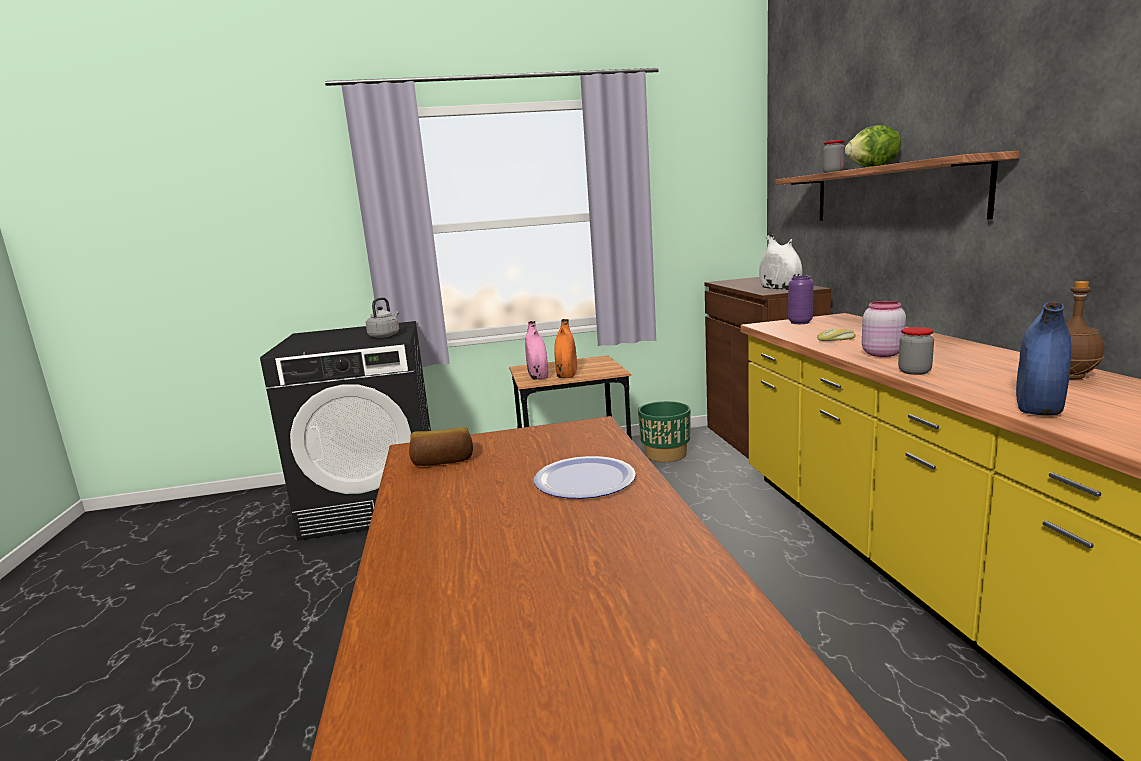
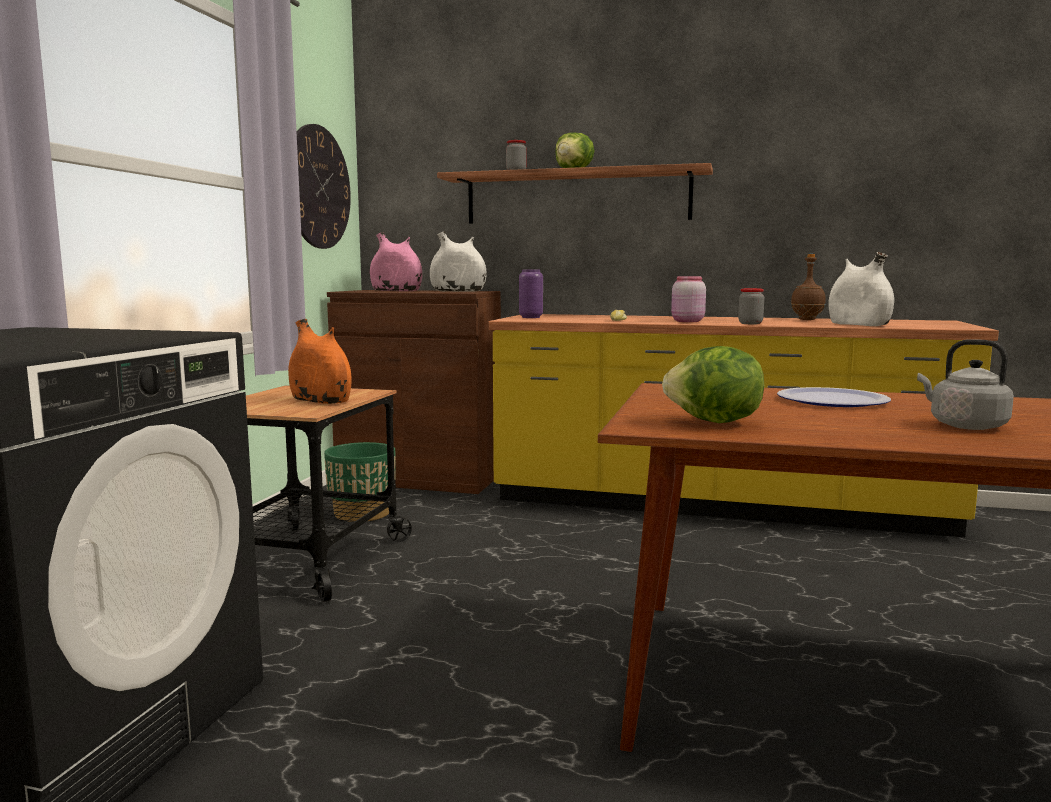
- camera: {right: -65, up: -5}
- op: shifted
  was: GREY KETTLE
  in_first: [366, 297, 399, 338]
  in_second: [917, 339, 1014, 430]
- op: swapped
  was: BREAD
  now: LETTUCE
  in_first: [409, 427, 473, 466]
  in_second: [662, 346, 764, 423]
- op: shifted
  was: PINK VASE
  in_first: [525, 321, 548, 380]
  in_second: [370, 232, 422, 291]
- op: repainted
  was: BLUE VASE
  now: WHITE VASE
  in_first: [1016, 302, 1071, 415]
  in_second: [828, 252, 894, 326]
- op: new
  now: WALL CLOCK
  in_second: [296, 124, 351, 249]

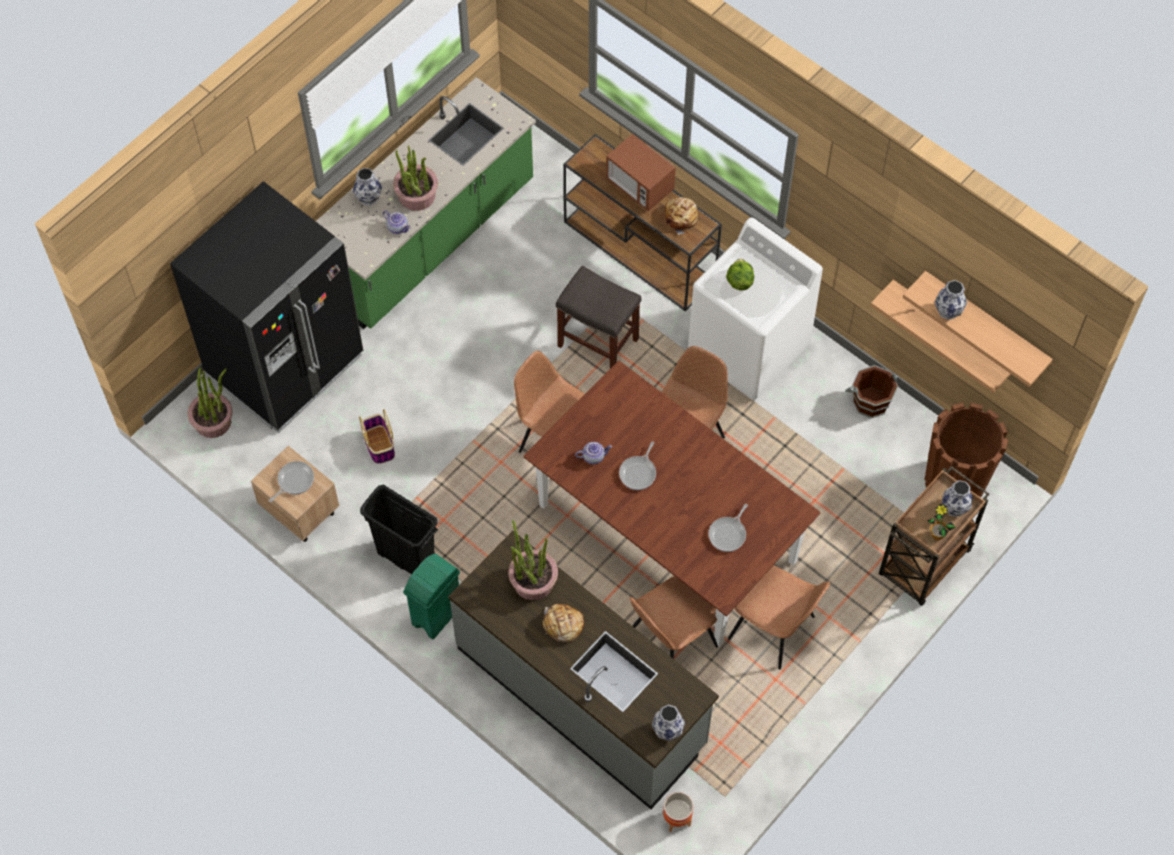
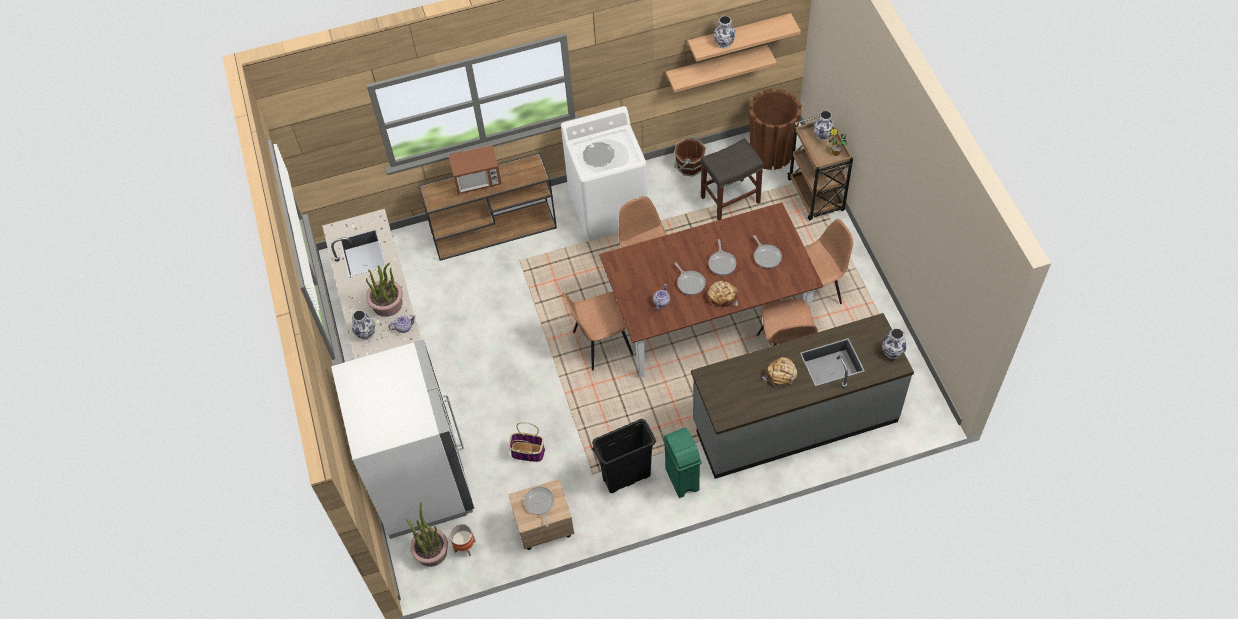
- camera: {right: -55, up: -5}
- op: repainted
  was: BLACK FRIDGE
  now: WHITE FRIDGE
  in_first: [170, 181, 363, 434]
  in_second: [331, 340, 474, 539]
- op: gone
  was: POTTED PLANT
  in_first: [508, 520, 558, 600]
- op: shifted
  was: GREY STOOL
  in_first: [556, 266, 641, 368]
  in_second: [701, 138, 764, 220]
- op: shifted
  was: PLANTER
  in_first: [663, 792, 693, 832]
  in_second: [449, 524, 476, 556]
- op: shifted
  was: BREAD
  in_first: [665, 197, 699, 235]
  in_second: [707, 281, 738, 308]
- op: swapped
  was: LETTUCE
  now: PLATE
  in_first: [726, 259, 754, 291]
  in_second: [583, 142, 614, 167]
- op: new
  now: FRYING PAN
  in_second: [708, 239, 736, 275]

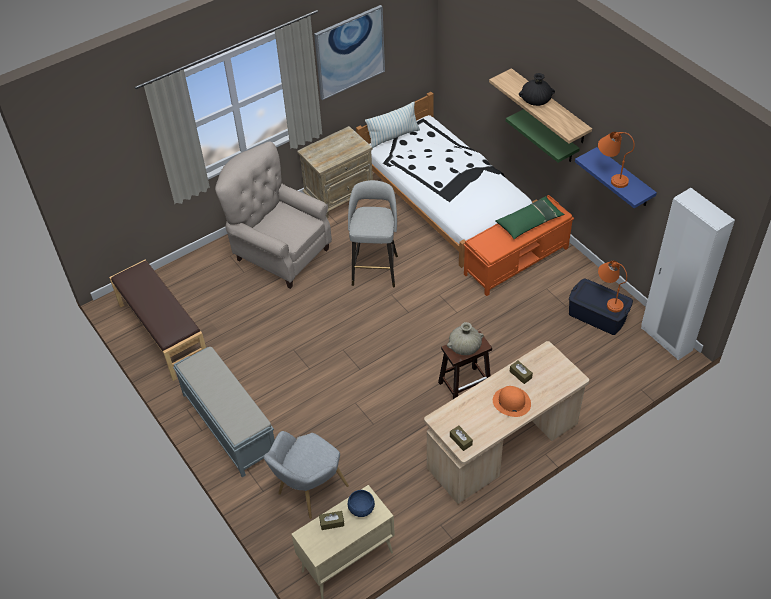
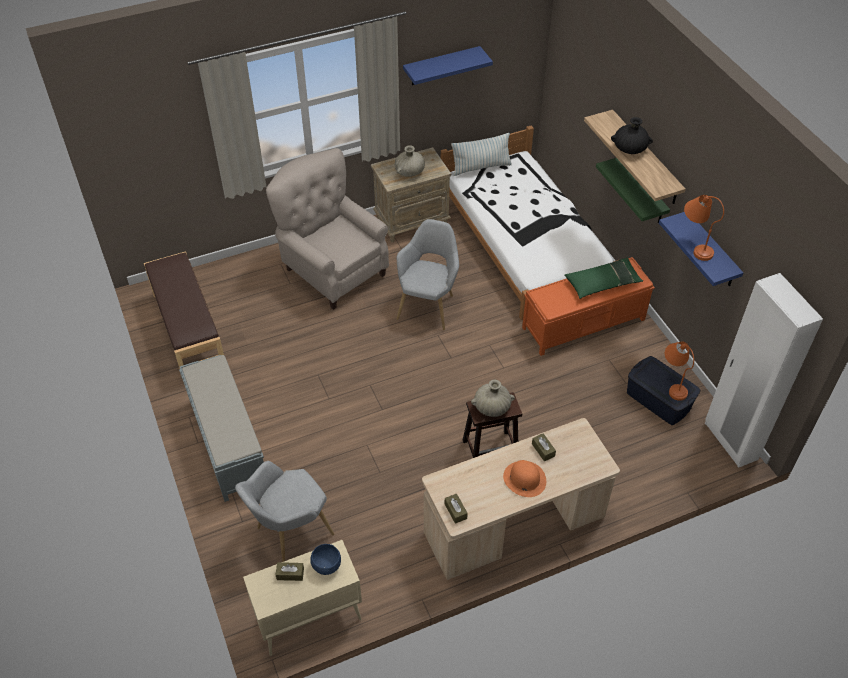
- camera: {right: 10, up: 0}
- op: swapped
  was: PICTURE
  now: BLUE SHELF
  in_first: [314, 5, 385, 100]
  in_second: [403, 46, 493, 85]
- op: swapped
  was: GREY STOOL
  now: GREY ARMCHAIR
  in_first: [348, 180, 398, 287]
  in_second: [397, 219, 459, 330]
- op: new
  now: BEIGE VASE
  in_second: [395, 145, 425, 177]

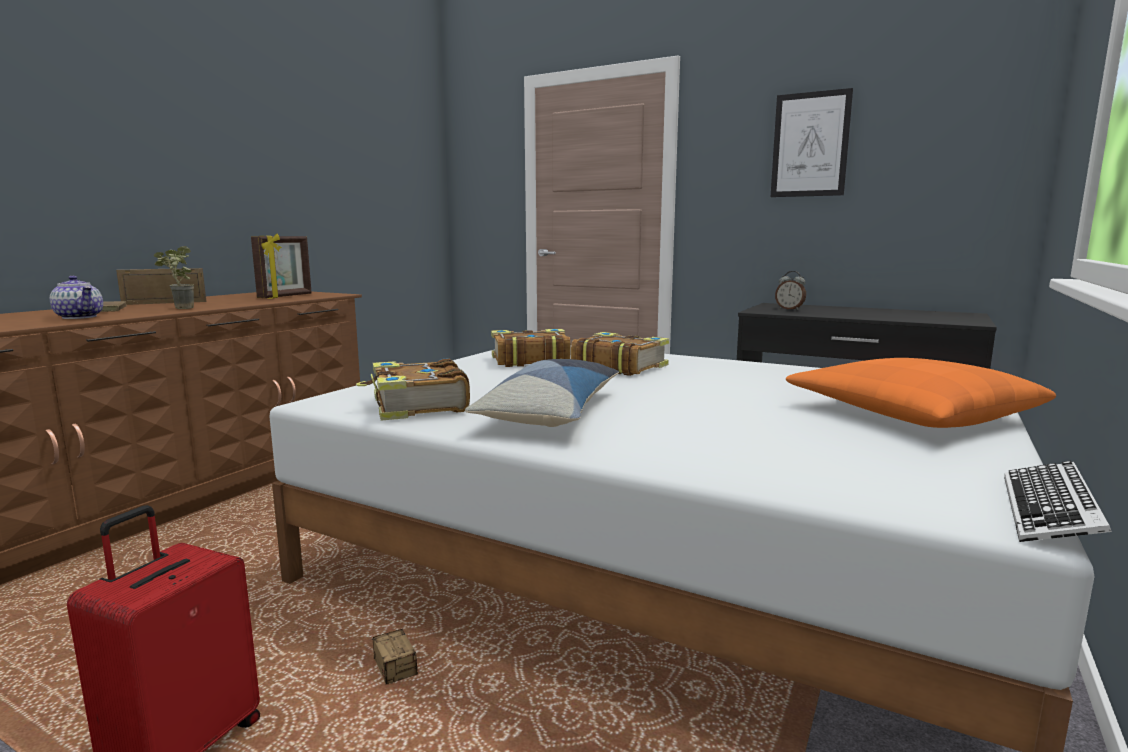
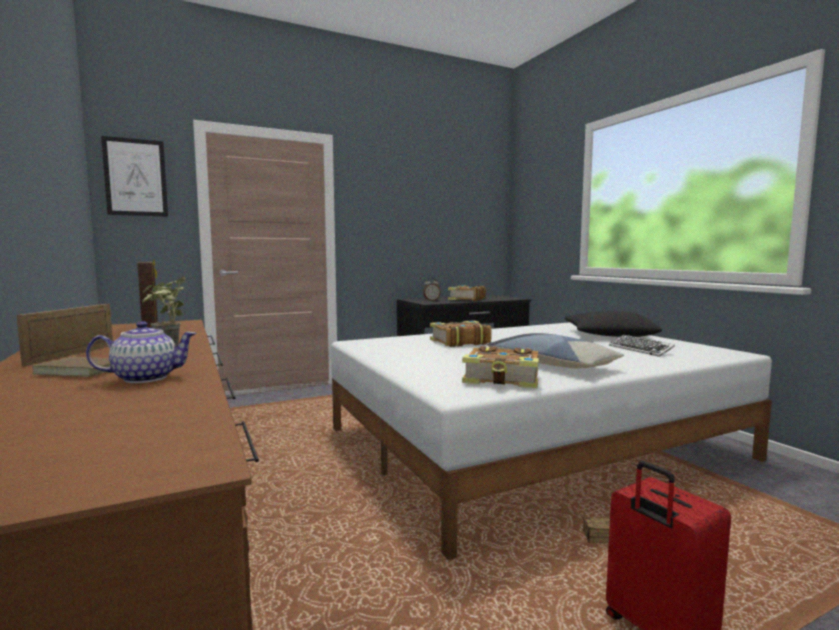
- camera: {right: -55, up: -5}
- op: shifted
  was: BOOK
  in_first: [491, 329, 571, 367]
  in_second: [448, 285, 486, 301]
- op: shifted
  was: PICTURE
  in_first: [771, 88, 853, 197]
  in_second: [101, 136, 168, 217]
- op: repainted
  was: ORANGE PILLOW
  now: BLACK PILLOW
  in_first: [786, 358, 1056, 428]
  in_second: [565, 311, 662, 337]
- op: shifted
  was: KEYBOARD
  in_first: [1004, 461, 1112, 542]
  in_second: [609, 335, 675, 357]

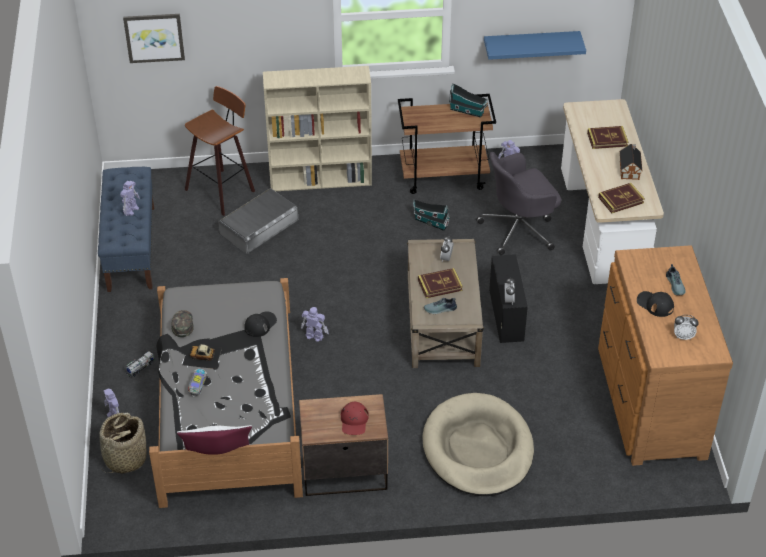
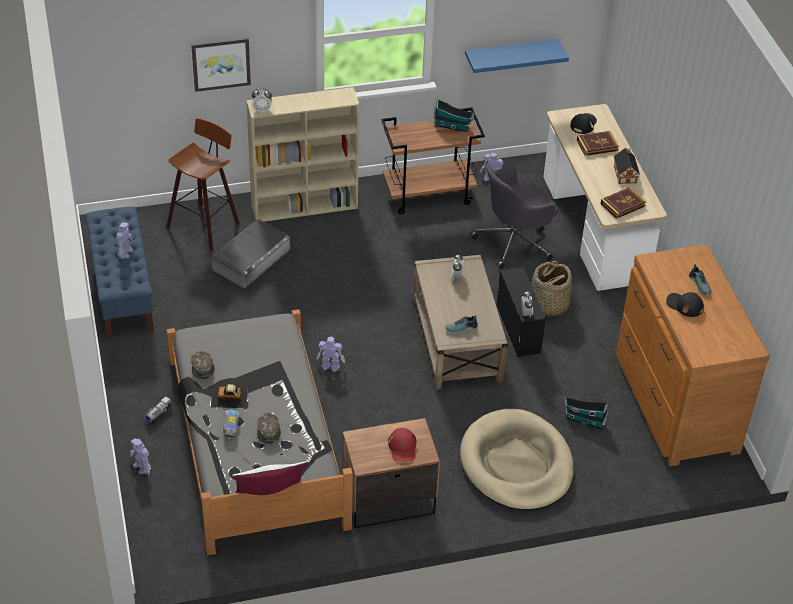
- camera: {right: -10, up: 0}
- op: shifted
  was: BASKET
  in_first: [99, 413, 147, 474]
  in_second: [531, 261, 572, 317]
- op: shifted
  was: PICTURE
  in_first: [123, 14, 185, 63]
  in_second: [191, 38, 251, 92]
- op: shifted
  was: BLACK CAP
  in_first: [244, 311, 277, 337]
  in_second: [570, 113, 597, 134]
- op: shifted
  was: TOY HOUSE
  in_first: [413, 199, 450, 231]
  in_second: [564, 397, 609, 429]
- op: gone
  was: BOOK
  in_first: [418, 268, 463, 298]
- op: shifted
  was: ALARM CLOCK
  in_first: [674, 315, 699, 340]
  in_second: [252, 88, 272, 112]
- op: new
  now: GREEN CAP
  in_second: [257, 413, 281, 444]

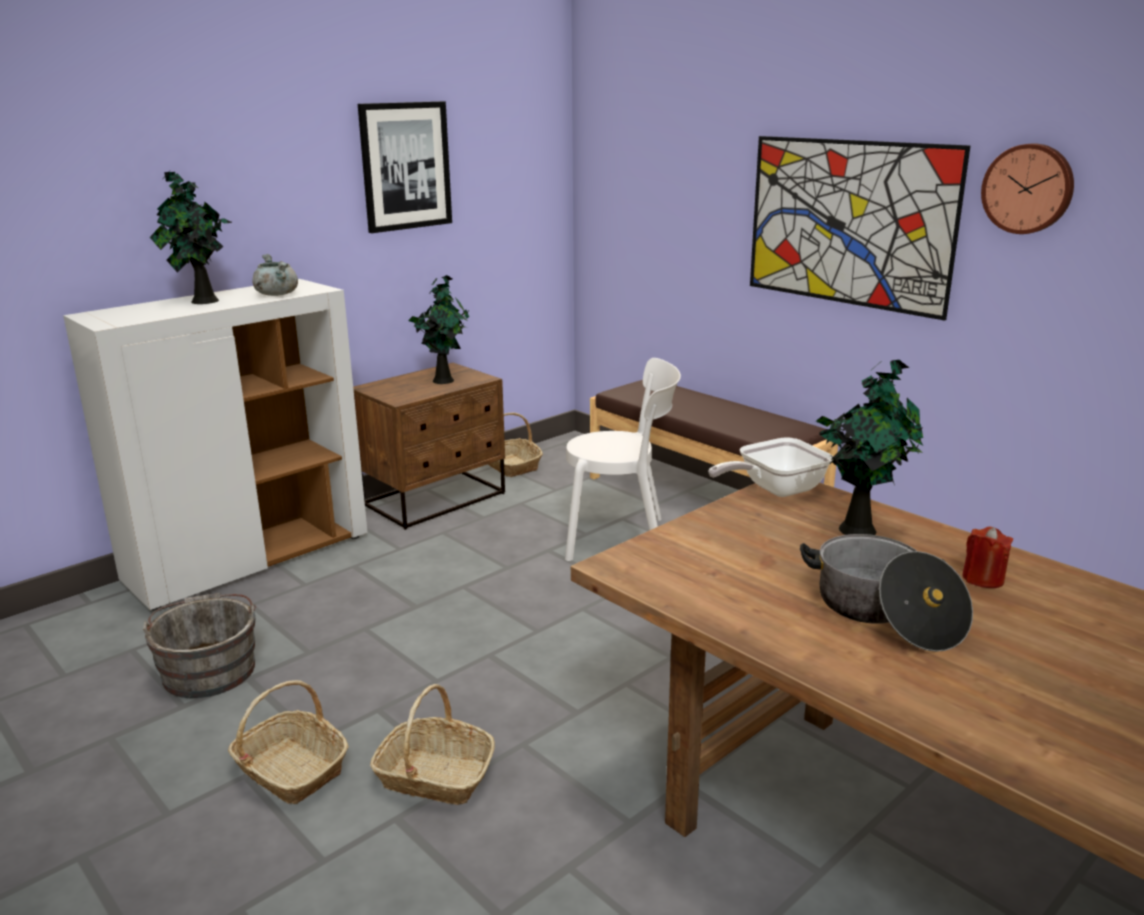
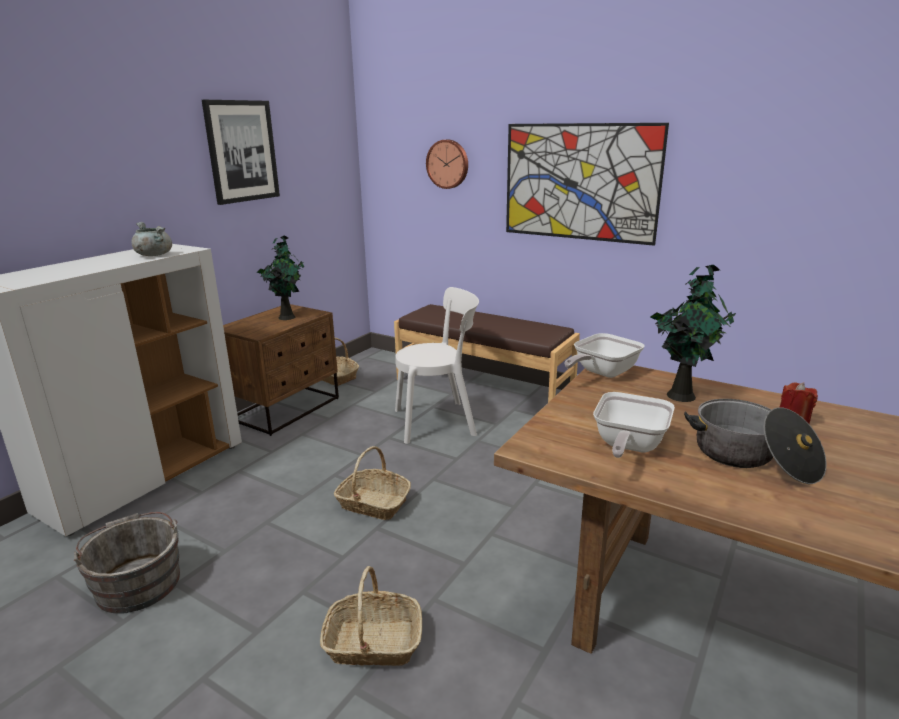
- camera: {right: -15, up: 0}
- op: gone
  was: POTTED PLANT
  in_first: [150, 172, 232, 304]
- op: shifted
  was: BASKET
  in_first: [228, 680, 349, 804]
  in_second: [334, 446, 411, 520]
- op: shifted
  was: WALL CLOCK
  in_first: [981, 143, 1074, 234]
  in_second: [426, 140, 468, 189]
- op: new
  now: FRYING PAN
  in_second: [593, 392, 675, 458]

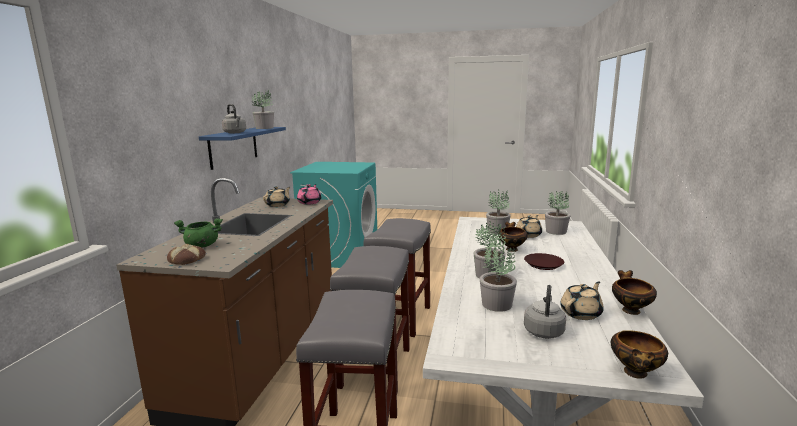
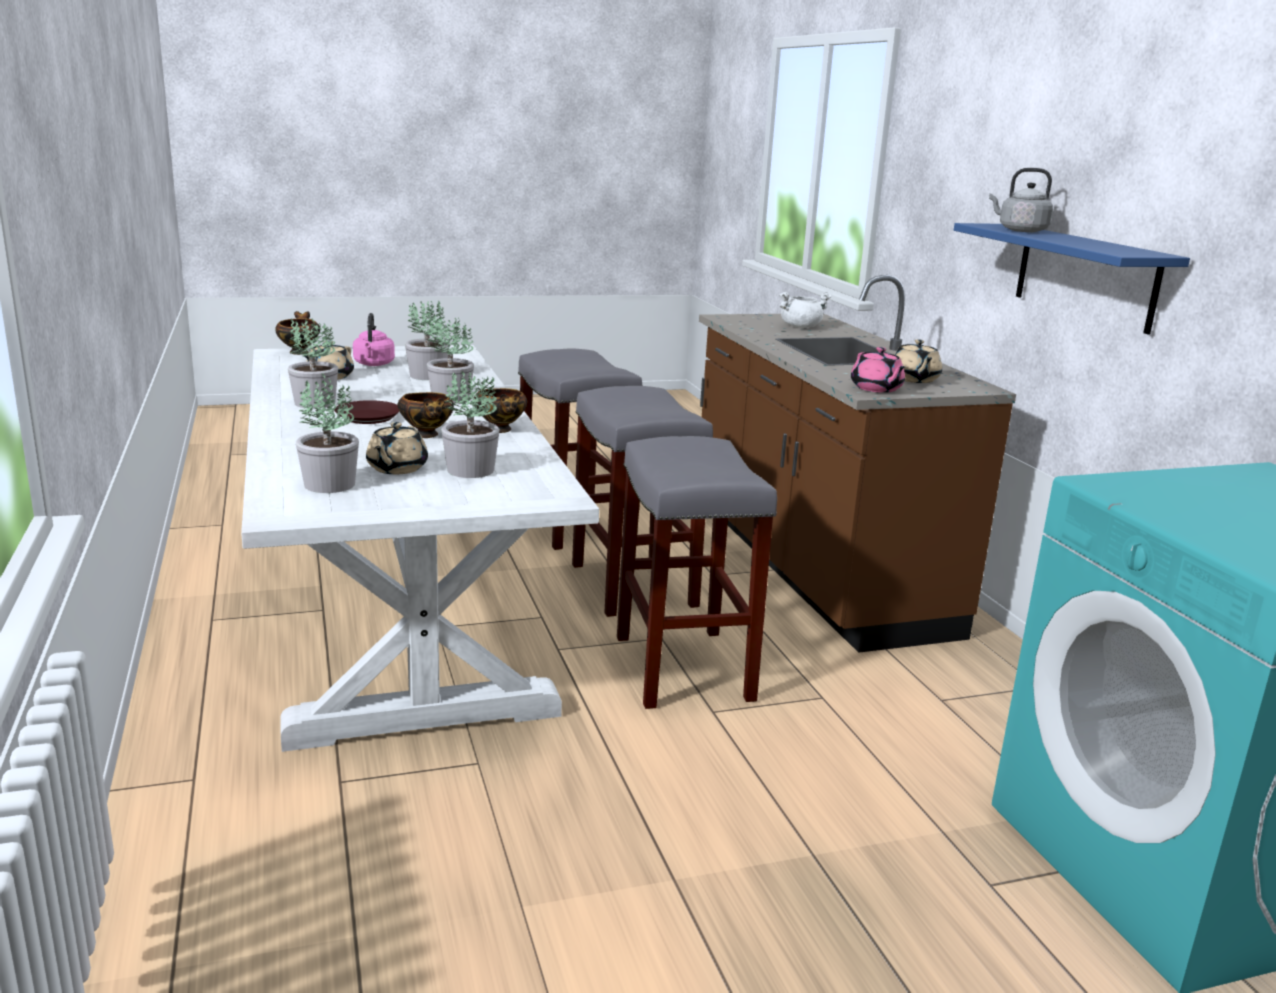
- camera: {right: 150, up: 5}
- op: gone
  was: BREAD
  in_first: [167, 244, 206, 265]
- op: repainted
  was: GREEN COOKING POT
  now: WHITE COOKING POT
  in_first: [174, 218, 223, 248]
  in_second: [779, 292, 832, 328]
- op: shifted
  was: POTTED PLANT
  in_first: [252, 89, 274, 129]
  in_second: [288, 319, 338, 409]
- op: repainted
  was: GREY KETTLE
  now: PINK KETTLE
  in_first: [524, 285, 566, 339]
  in_second: [353, 313, 395, 366]
- op: shifted
  was: BOWL
  in_first: [612, 270, 657, 315]
  in_second: [473, 388, 527, 433]

